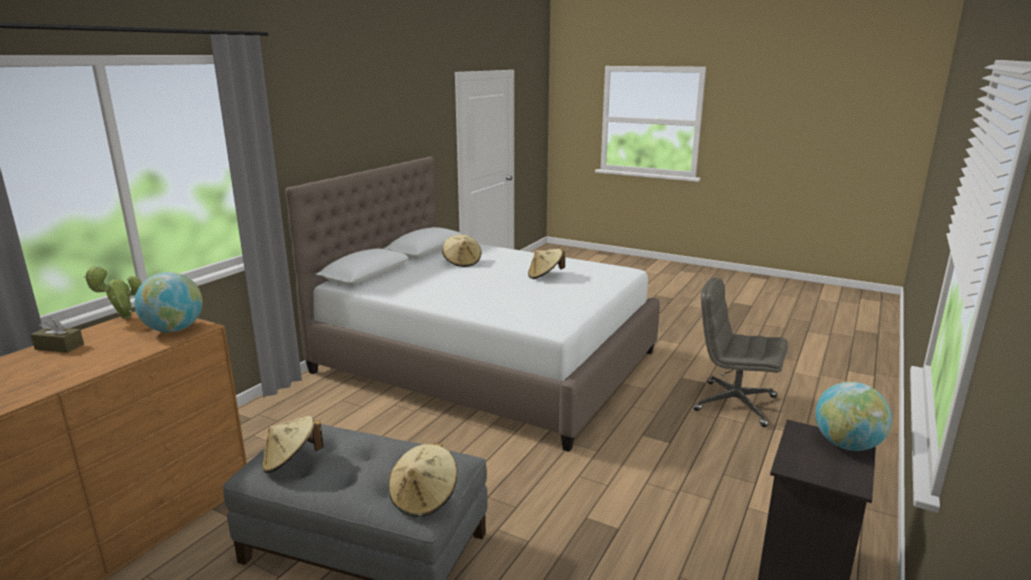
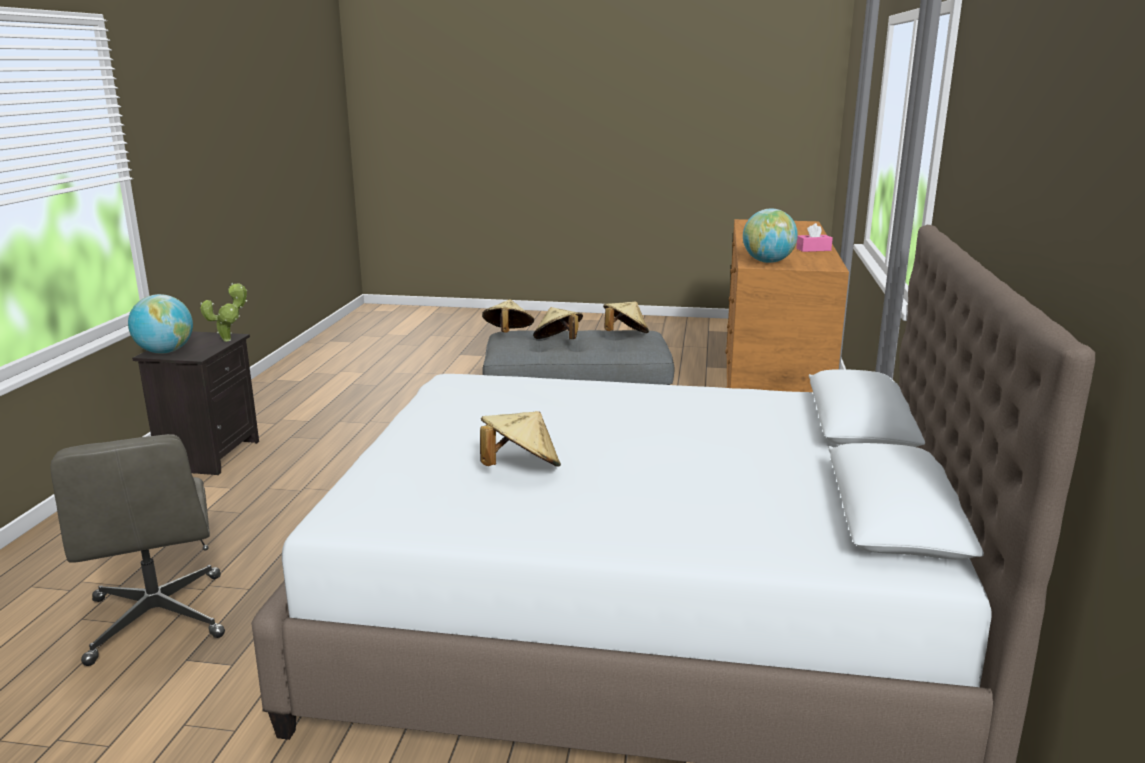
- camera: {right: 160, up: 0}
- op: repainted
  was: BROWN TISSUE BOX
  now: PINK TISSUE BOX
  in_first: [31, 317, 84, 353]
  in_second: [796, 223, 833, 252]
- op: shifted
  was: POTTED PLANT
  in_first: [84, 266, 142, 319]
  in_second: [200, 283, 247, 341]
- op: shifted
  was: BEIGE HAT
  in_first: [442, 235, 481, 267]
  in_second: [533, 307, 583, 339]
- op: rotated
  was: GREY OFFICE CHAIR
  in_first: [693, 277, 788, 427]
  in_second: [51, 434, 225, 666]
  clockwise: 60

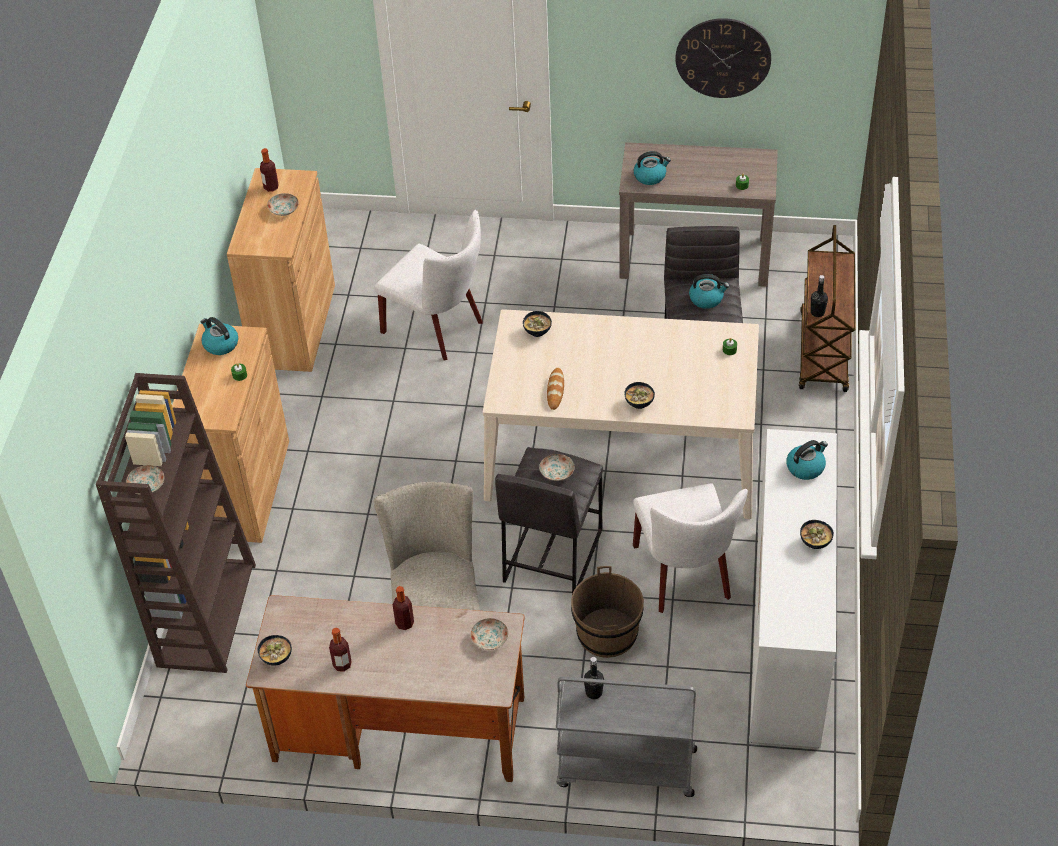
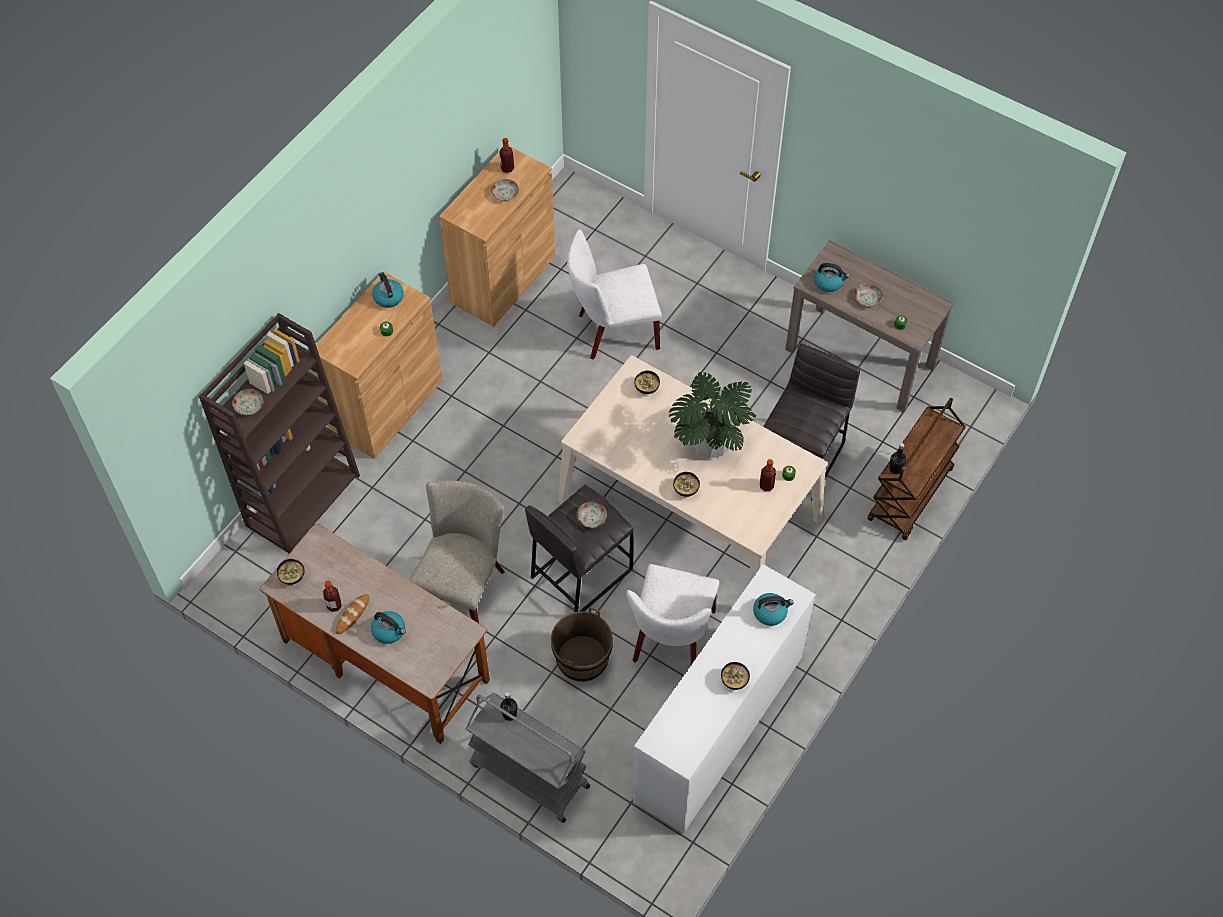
- camera: {right: 25, up: 10}
- op: rotated
  was: WHITE CHAIR
  in_first: [374, 210, 483, 360]
  in_second: [567, 229, 662, 360]
  clockwise: 105
- op: shifted
  was: BOTTLE
  in_first: [393, 586, 414, 630]
  in_second: [760, 459, 776, 491]
- op: shifted
  was: PLATE
  in_first: [470, 618, 508, 650]
  in_second: [854, 283, 882, 307]
- op: shifted
  was: BREAD
  in_first: [547, 368, 564, 410]
  in_second: [335, 594, 369, 634]
- op: gone
  was: WALL CLOCK
  in_first: [675, 18, 771, 98]
- op: shifted
  was: KETTLE
  in_first: [689, 274, 729, 309]
  in_second: [371, 611, 406, 644]
- op: new
  now: POTTED PLANT
  in_second: [669, 372, 756, 459]

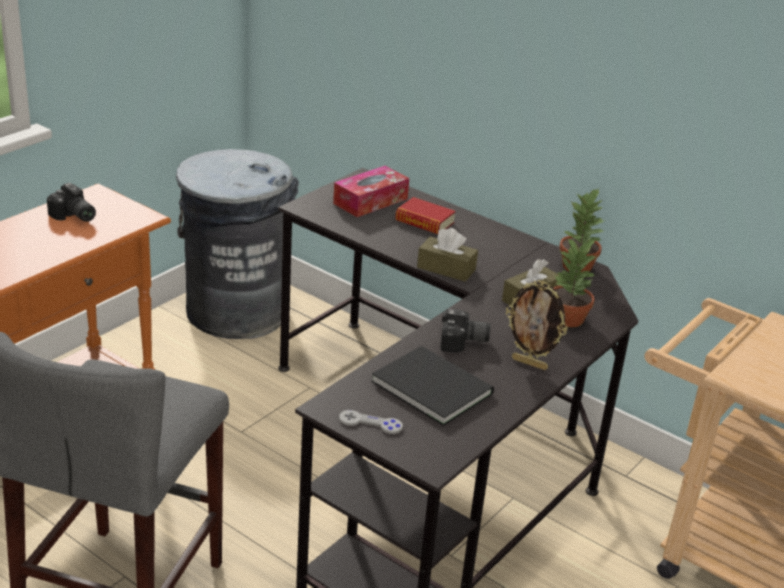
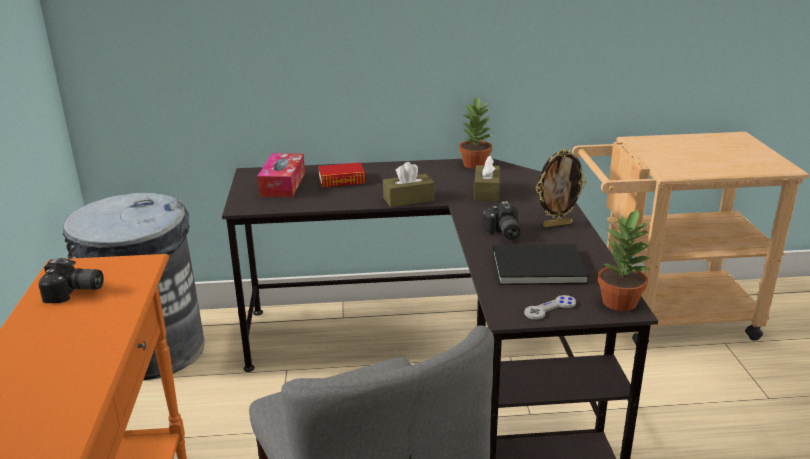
- camera: {right: -40, up: -5}
- op: rotated
  was: PHOTO CAMERA
  in_first: [440, 309, 491, 353]
  in_second: [482, 201, 520, 240]
  clockwise: 120
- op: shifted
  was: POTTED PLANT
  in_first: [554, 238, 596, 327]
  in_second: [598, 209, 651, 311]

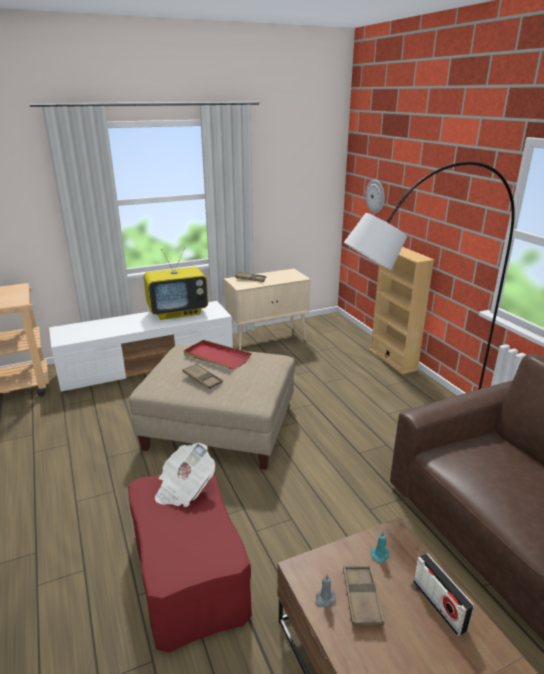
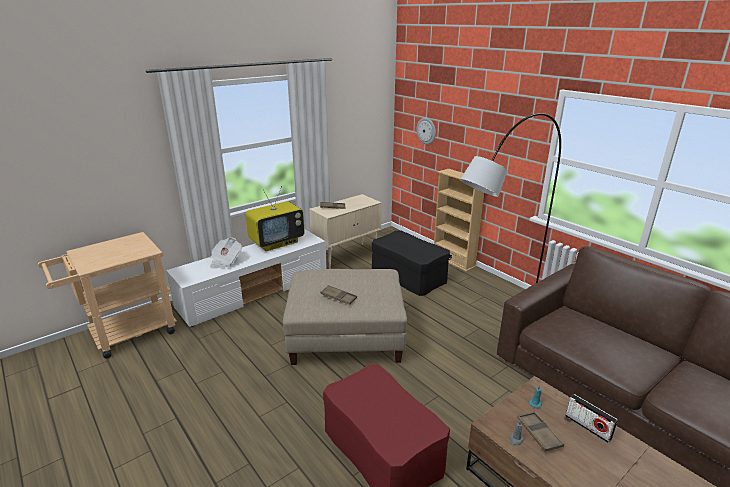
- camera: {right: -15, up: 0}
- op: shifted
  was: NEWSPAPER
  in_first: [155, 443, 215, 507]
  in_second: [210, 237, 242, 269]
- op: gone
  was: RED TRAY
  in_first: [184, 340, 252, 369]
- op: new
  now: BLACK OTTOMAN
  in_second: [372, 230, 450, 296]

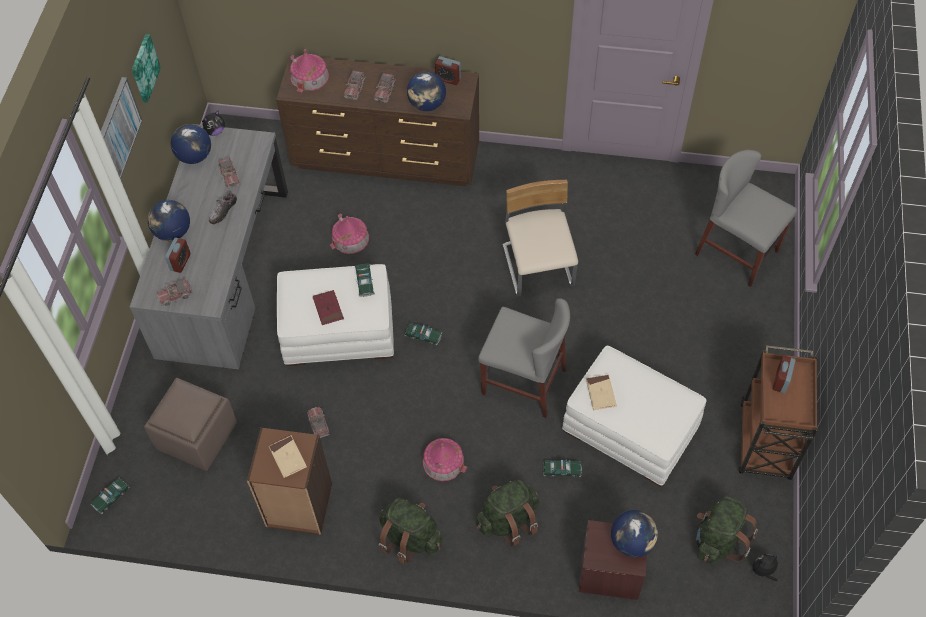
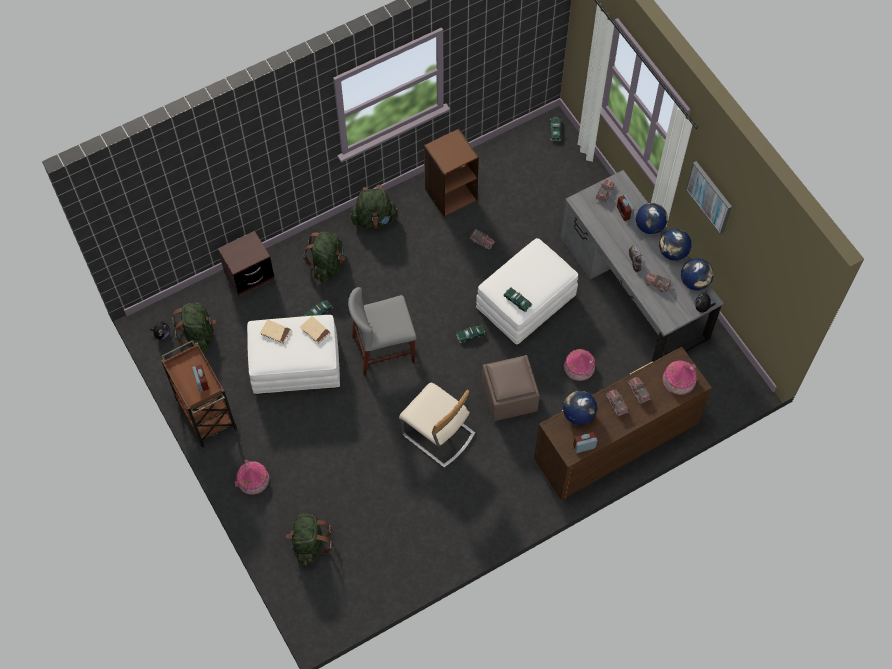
- camera: {right: 140, up: 5}
- op: gone
  was: PICTURE
  in_first: [132, 34, 161, 103]
- op: shifted
  was: BROWN OTTOMAN
  in_first: [144, 378, 237, 471]
  in_second: [482, 355, 540, 421]
- op: shifted
  was: BEIGE BOOK
  in_first: [269, 435, 307, 478]
  in_second: [260, 319, 291, 344]
- op: gone
  was: RED BOOK
  in_first: [313, 290, 344, 325]
- op: shifted
  was: TOY HOUSE
  in_first: [423, 438, 467, 481]
  in_second: [235, 460, 269, 495]
- op: shifted
  was: GLOBE
  in_first: [611, 510, 658, 557]
  in_second: [659, 229, 692, 261]
- op: swapped
  was: GREY CHAIR
  now: GREEN BACKPACK
  in_first: [695, 150, 797, 287]
  in_second: [286, 513, 333, 566]

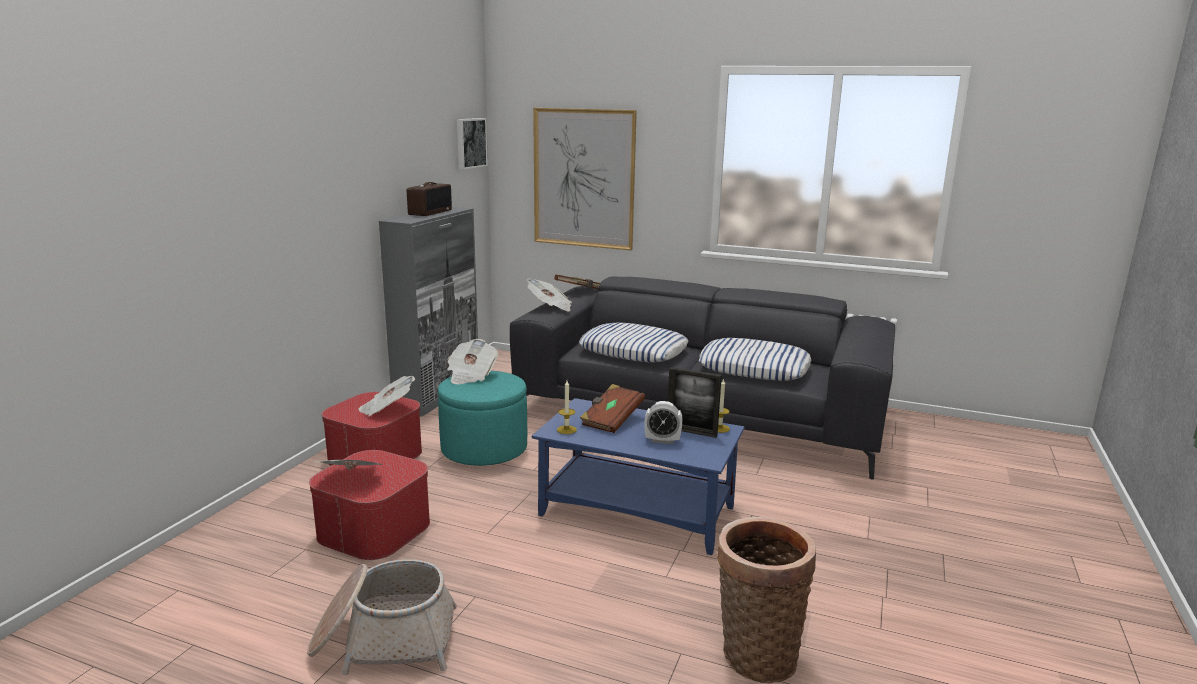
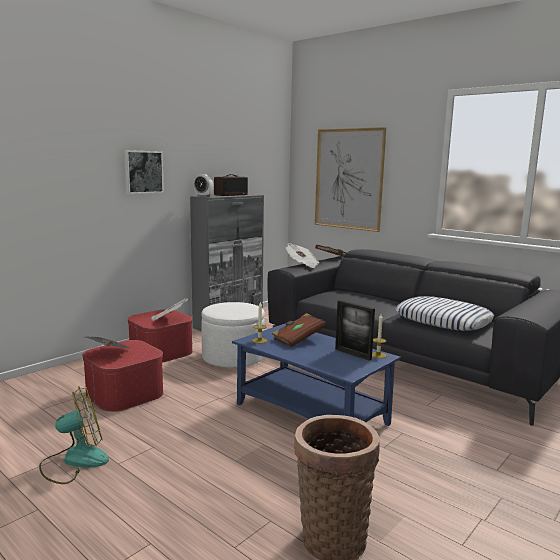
- camera: {right: 20, up: -5}
- op: swapped
  was: BASKET
  now: FAN
  in_first: [307, 559, 457, 675]
  in_second: [39, 386, 109, 484]
- op: repainted
  was: TURQUOISE OTTOMAN
  now: WHITE OTTOMAN
  in_first: [438, 371, 527, 466]
  in_second: [201, 302, 265, 368]
- op: gone
  was: NEWSPAPER
  in_first: [447, 339, 498, 384]
- op: shifted
  was: PICTURE
  in_first: [457, 118, 488, 170]
  in_second: [124, 150, 164, 194]
- op: gone
  was: PILLOW
  in_first: [579, 323, 688, 362]
- op: shifted
  was: ALARM CLOCK
  in_first: [644, 401, 682, 444]
  in_second: [194, 174, 213, 197]

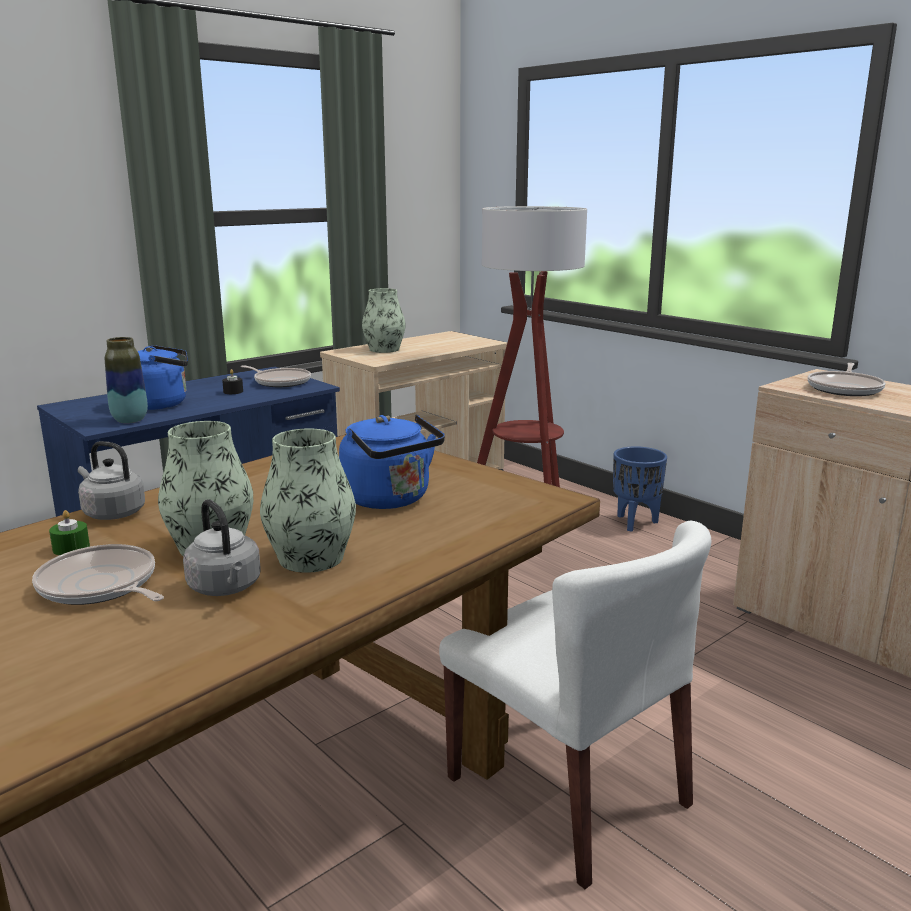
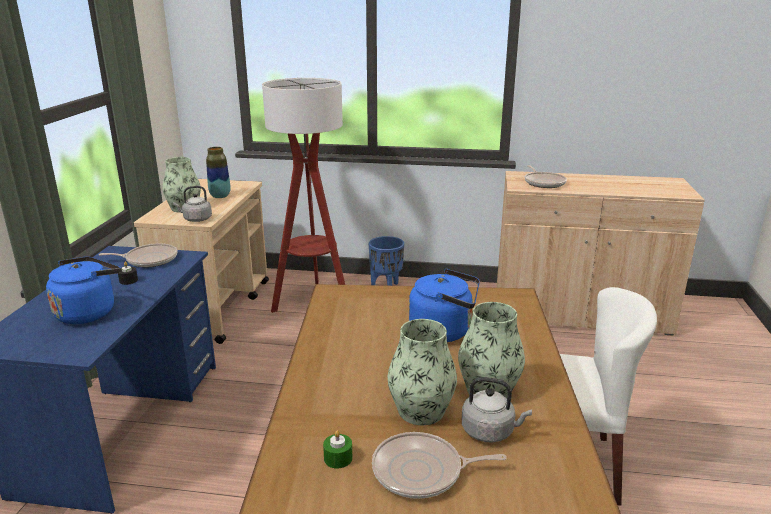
- camera: {right: -40, up: 5}
- op: shifted
  was: GREY KETTLE
  in_first: [78, 441, 145, 520]
  in_second: [173, 186, 212, 222]
- op: shifted
  was: VASE
  in_first: [105, 337, 148, 423]
  in_second: [206, 147, 231, 198]

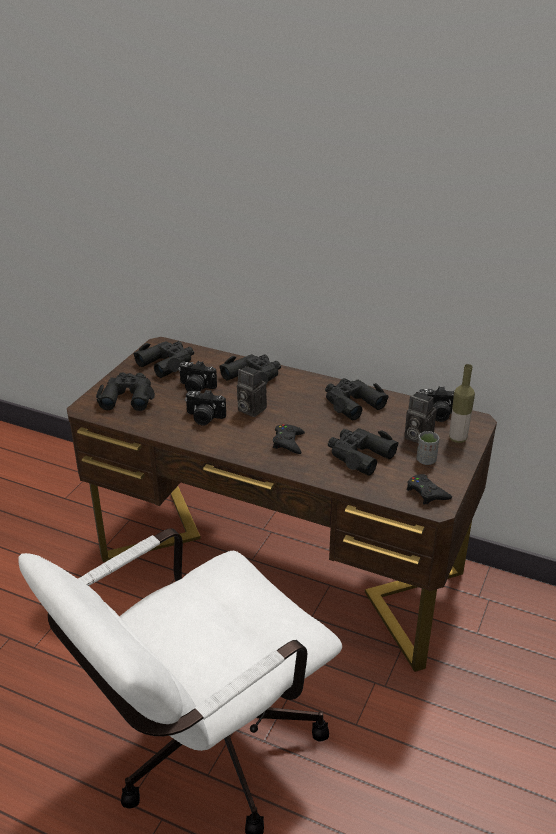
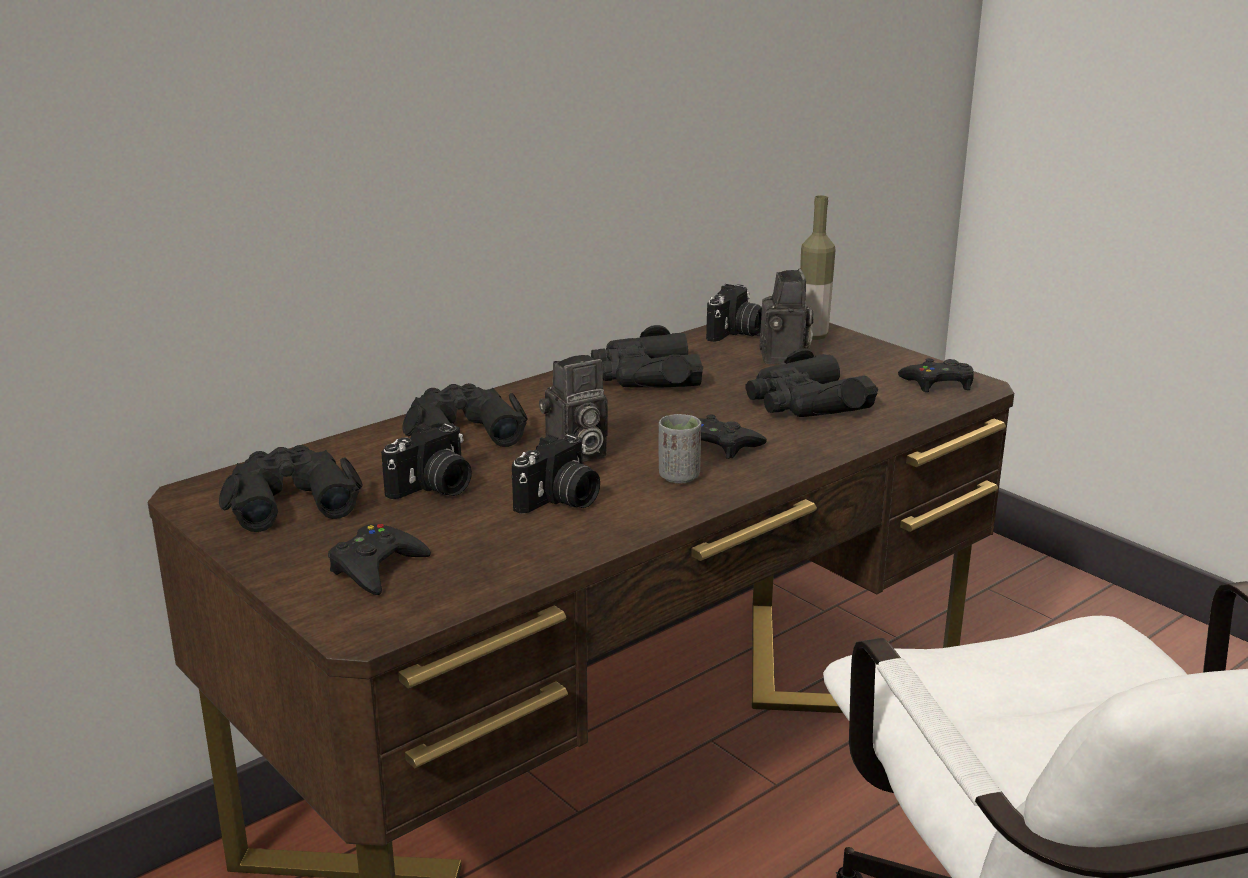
- camera: {right: -65, up: -10}
- op: swapped
  was: BLACK BINOCULARS
  now: BLACK GAME CONTROLLER
  in_first: [96, 372, 155, 411]
  in_second: [328, 524, 431, 595]
- op: rotated
  was: PHOTO CAMERA
  in_first: [404, 392, 437, 443]
  in_second: [760, 269, 814, 364]
  clockwise: -60
- op: shifted
  was: GREY CUP
  in_first: [416, 431, 439, 465]
  in_second: [659, 414, 701, 483]

